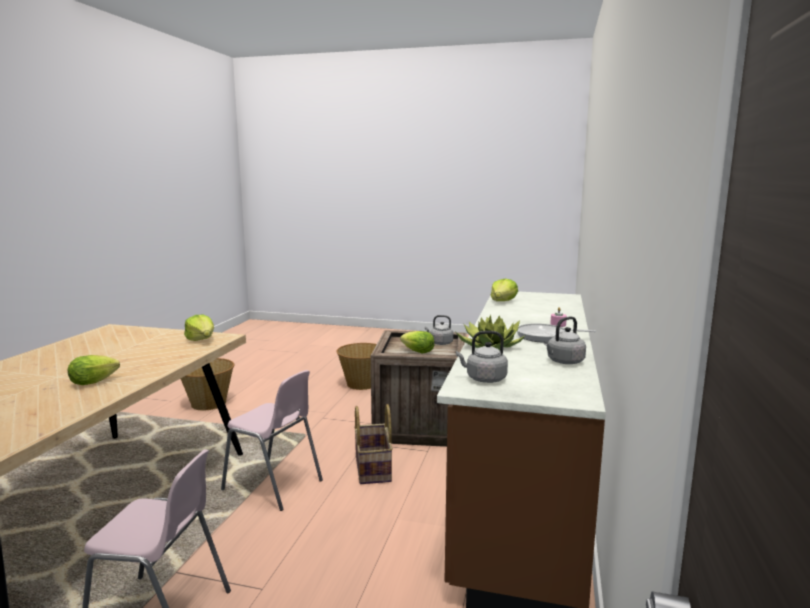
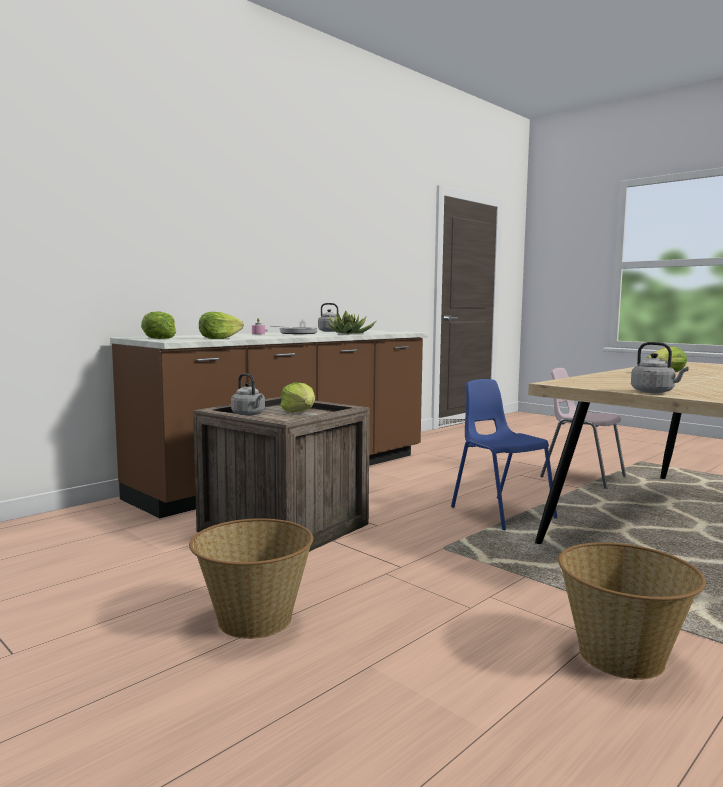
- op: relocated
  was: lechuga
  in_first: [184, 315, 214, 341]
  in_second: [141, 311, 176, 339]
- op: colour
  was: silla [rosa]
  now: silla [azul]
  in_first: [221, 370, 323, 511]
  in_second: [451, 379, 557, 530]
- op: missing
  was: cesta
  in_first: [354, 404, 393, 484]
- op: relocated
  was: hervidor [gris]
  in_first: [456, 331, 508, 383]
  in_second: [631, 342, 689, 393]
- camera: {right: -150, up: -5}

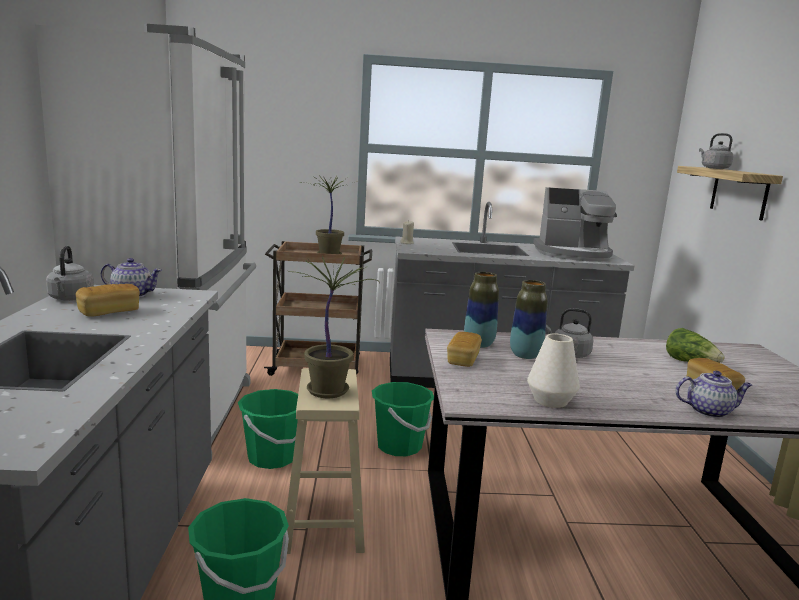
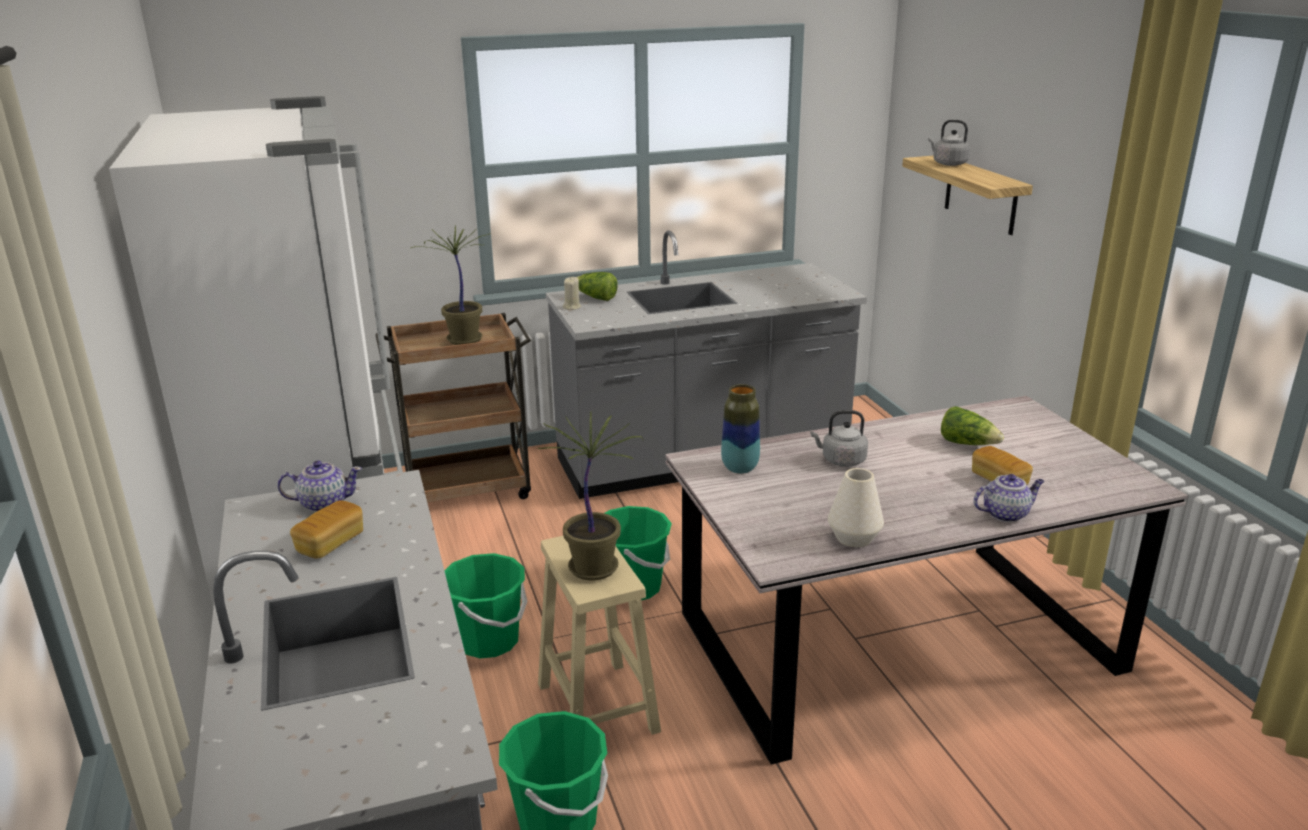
- op: missing
  was: hervidor [gris]
  in_first: [46, 246, 94, 301]
- op: missing
  was: pan
  in_first: [447, 332, 482, 367]
- op: missing
  was: florero
  in_first: [510, 280, 548, 359]
- op: missing
  was: cafetera
  in_first: [533, 187, 617, 262]
- op: appeared
  now: lechuga
  in_second: [576, 272, 618, 301]
- camera: {right: -15, up: 10}

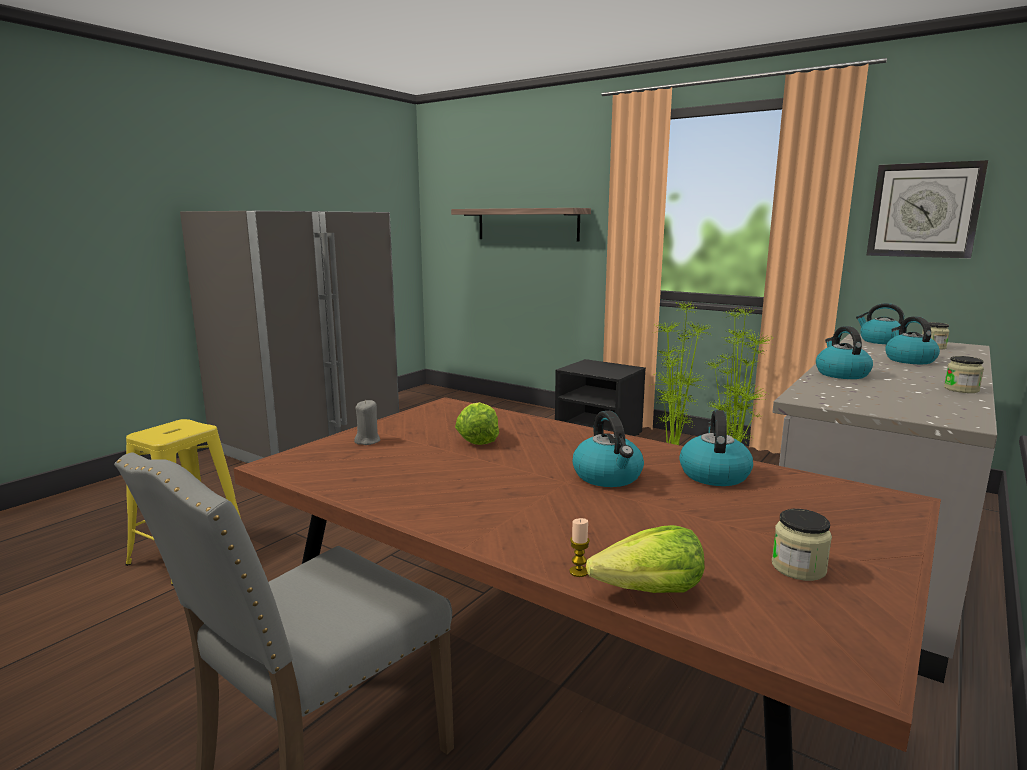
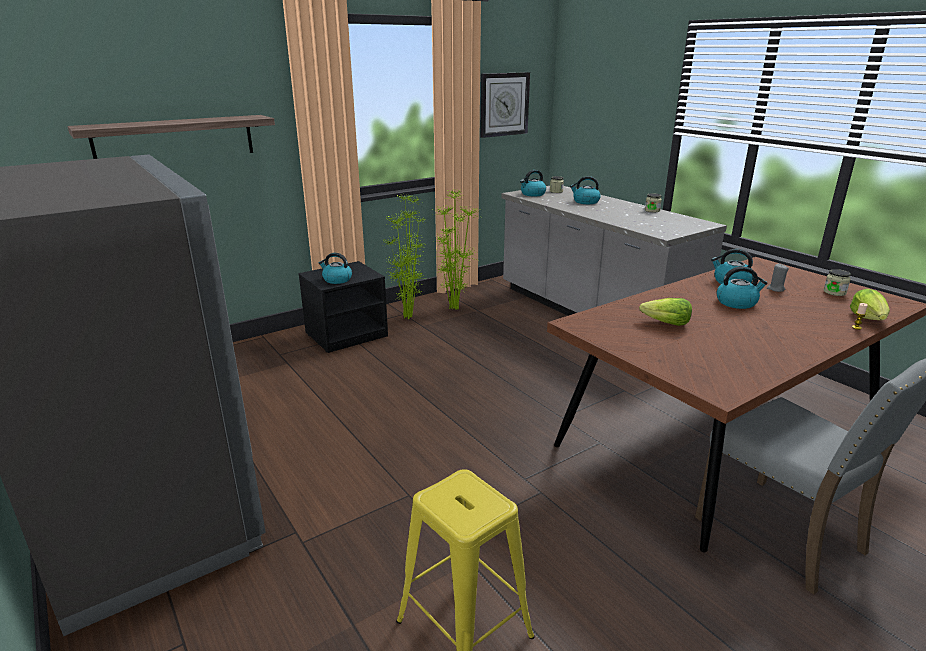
- op: relocated
  was: vela [gris]
  in_first: [354, 400, 380, 445]
  in_second: [767, 264, 789, 292]
- op: relocated
  was: hervidor
  in_first: [816, 326, 873, 379]
  in_second: [319, 253, 352, 284]
- camera: {right: -70, up: 10}

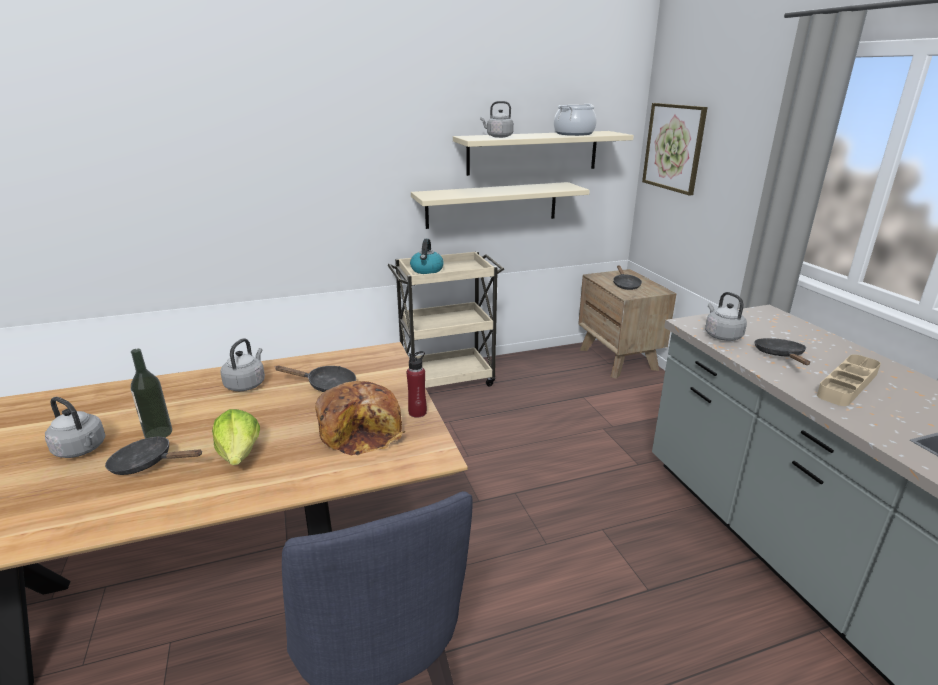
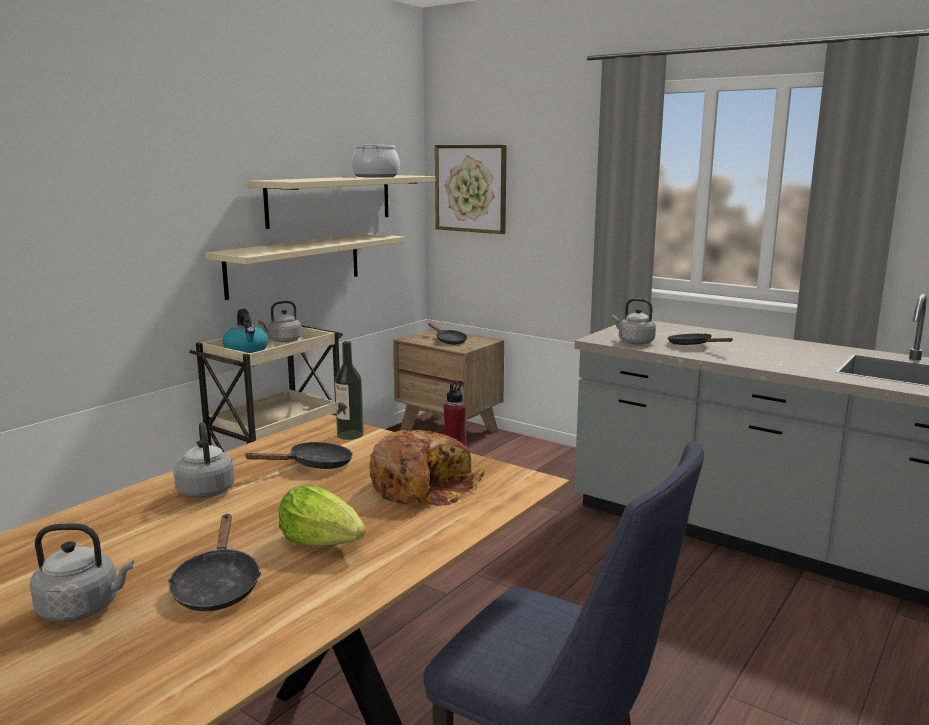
- op: spun
  was: sartén [negro]
  in_first: [105, 436, 202, 475]
  in_second: [168, 514, 261, 611]
  clockwise: -75
- op: relocated
  was: botella
  in_first: [131, 349, 172, 438]
  in_second: [335, 341, 364, 440]
- op: relocated
  was: hervidor [gris]
  in_first: [480, 101, 514, 138]
  in_second: [258, 301, 302, 343]
- op: missing
  was: bandeja [beis]
  in_first: [817, 354, 881, 406]
- camera: {right: -35, up: -10}

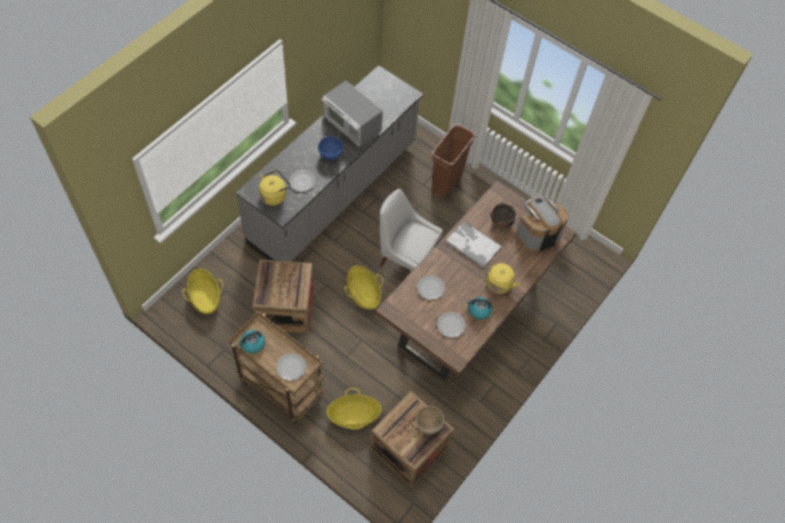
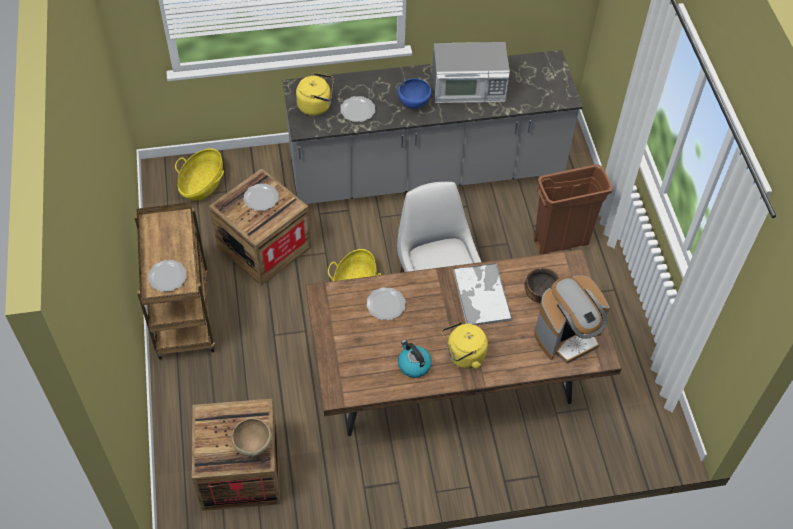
- op: missing
  was: hervidor
  in_first: [237, 330, 265, 353]
- op: spun
  was: microondas
  in_first: [322, 80, 383, 147]
  in_second: [432, 42, 510, 103]
  clockwise: -90
- op: missing
  was: cesta
  in_first: [326, 388, 382, 429]
- op: relocated
  was: plato
  in_first: [437, 312, 466, 338]
  in_second: [243, 184, 279, 211]
- op: spun
  was: cafetera
  in_first: [515, 196, 569, 253]
  in_second: [534, 275, 610, 364]
  clockwise: 135
- camera: {right: 45, up: -5}

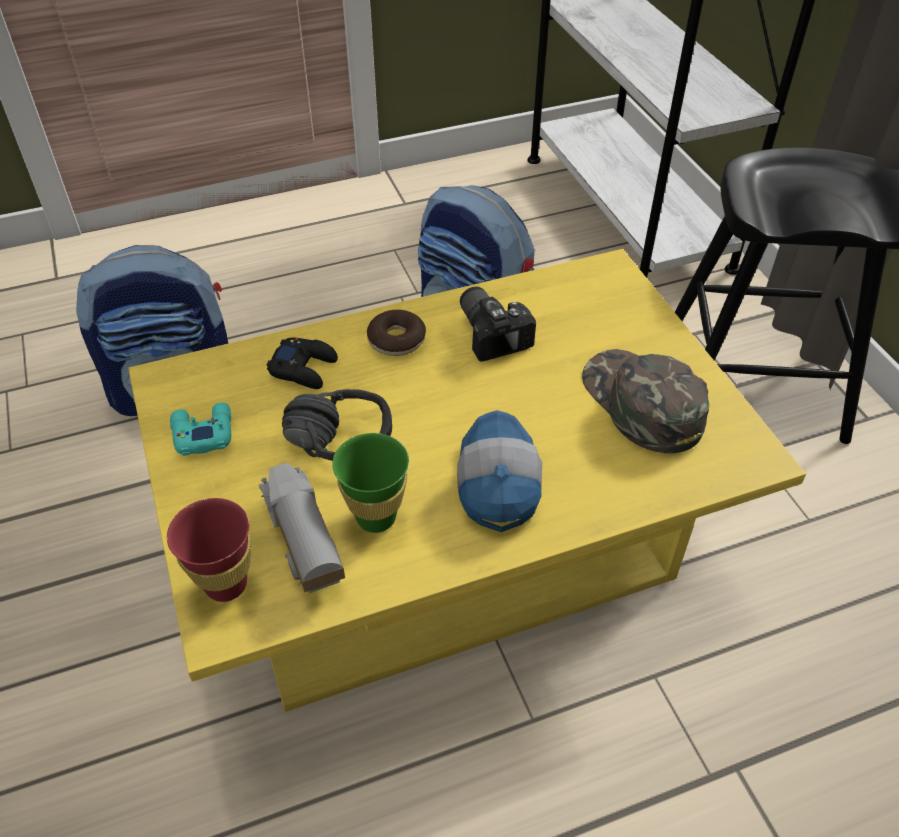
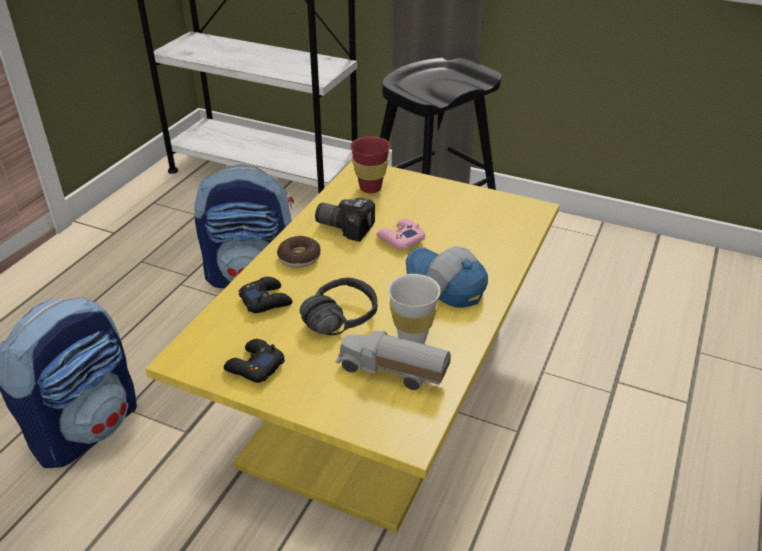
- op: relocated
  was: taza [rojo]
  in_first: [167, 498, 251, 602]
  in_second: [350, 136, 390, 193]
- op: colour
  was: mando de consola [turquesa]
  now: mando de consola [negro]
  in_first: [170, 403, 231, 456]
  in_second: [224, 339, 285, 383]
- op: colour
  was: taza [verde]
  now: taza [blanco]
  in_first: [332, 433, 409, 533]
  in_second: [388, 274, 441, 344]
- op: missing
  was: gorra [verde]
  in_first: [582, 349, 710, 453]
- op: appeared
  now: mando de consola [rosa]
  in_second: [377, 219, 425, 250]
- camera: {right: -45, up: -10}

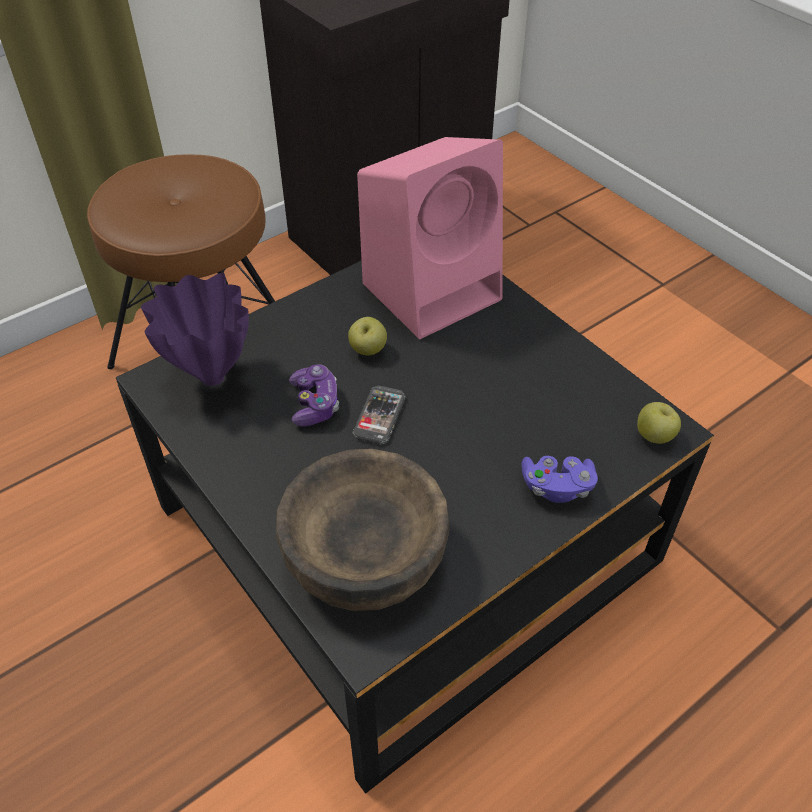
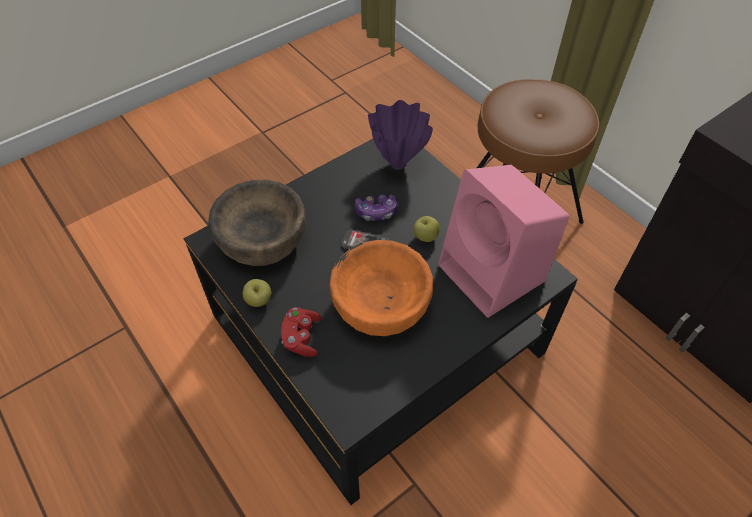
- op: colour
  was: mando de consola [morado]
  now: mando de consola [rojo]
  in_first: [522, 456, 598, 503]
  in_second: [281, 307, 321, 357]
- op: relocated
  was: manzana
  in_first: [637, 402, 681, 444]
  in_second: [243, 279, 271, 307]
- op: appeared
  now: cuenco [naranja]
  in_second: [329, 240, 433, 336]
- camera: {right: 90, up: 5}

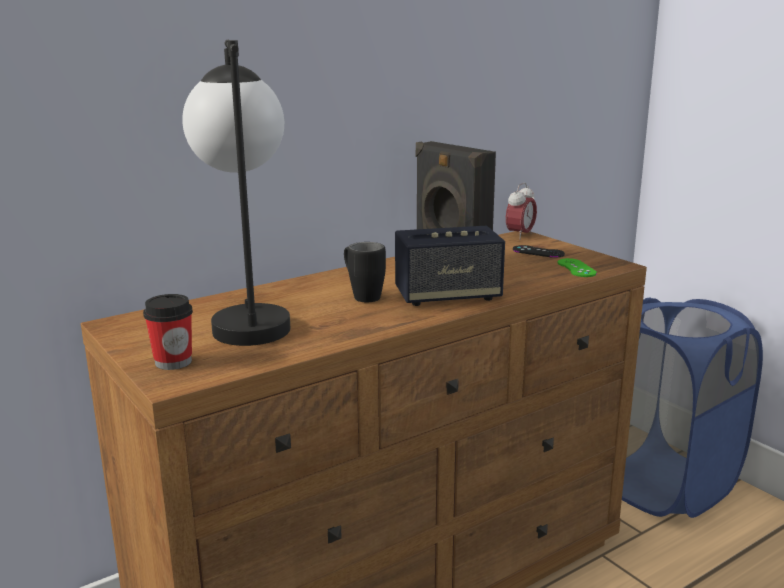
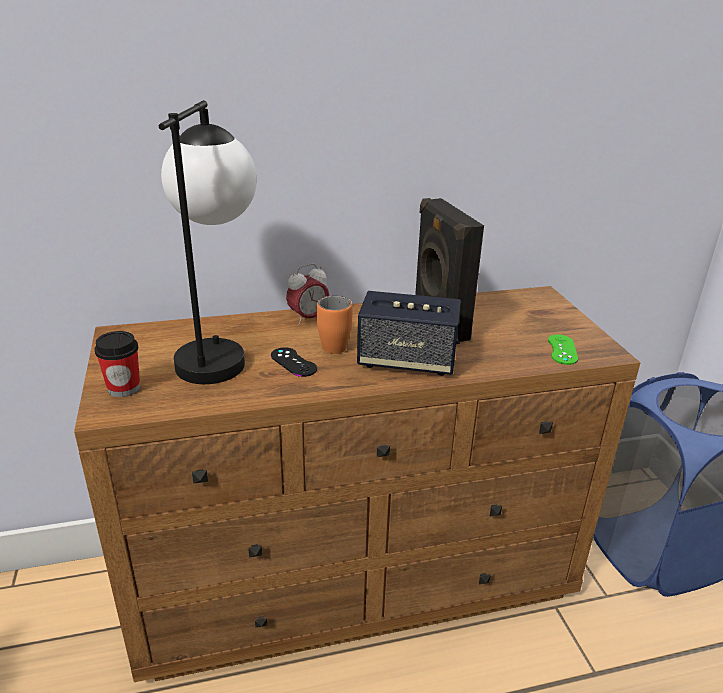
- op: colour
  was: taza grande [negro]
  now: taza grande [naranja]
  in_first: [344, 242, 386, 302]
  in_second: [317, 296, 353, 354]
- op: relocated
  was: despertador
  in_first: [506, 183, 537, 240]
  in_second: [286, 264, 329, 325]
- op: relocated
  was: mando de consola [negro]
  in_first: [513, 245, 565, 258]
  in_second: [271, 347, 317, 377]
- camera: {right: 20, up: 10}

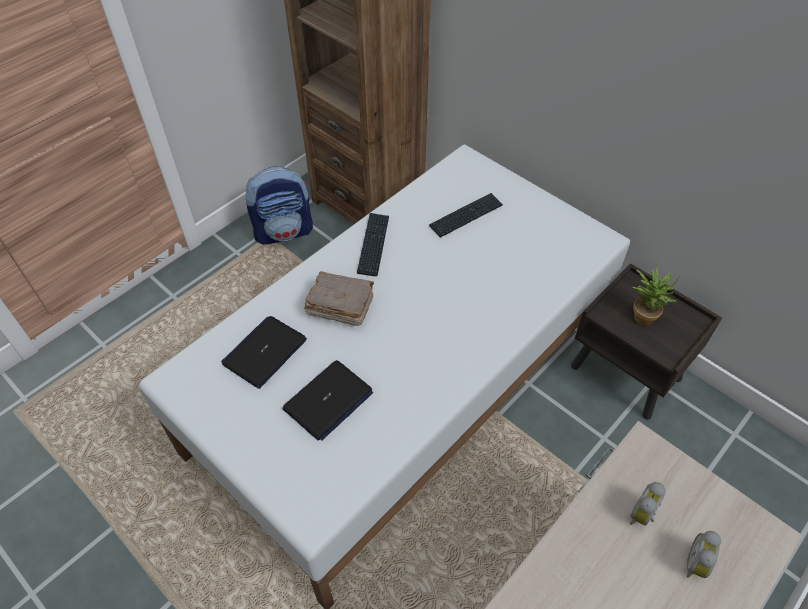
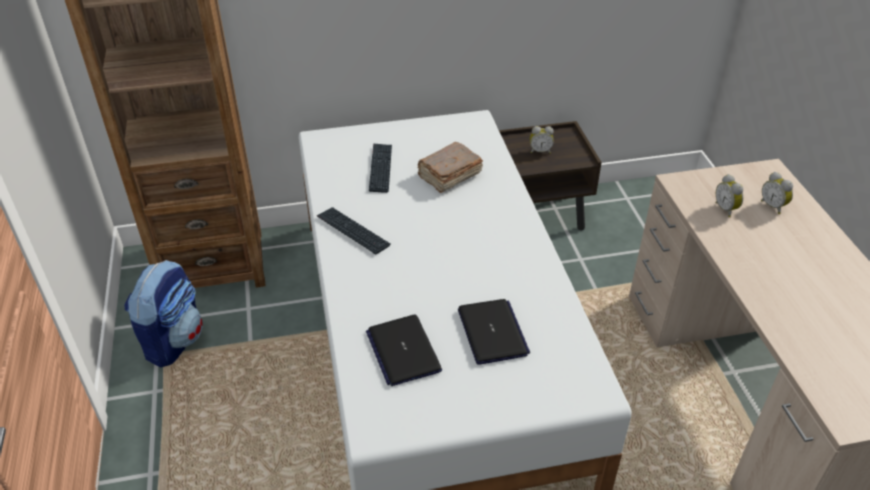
- op: relocated
  was: libro [marrón]
  in_first: [304, 271, 374, 326]
  in_second: [417, 142, 483, 193]
- op: exchanged
  was: planta en maceta
  now: despertador
  in_first: [633, 265, 679, 325]
  in_second: [530, 126, 554, 154]
- camera: {right: -55, up: -10}

